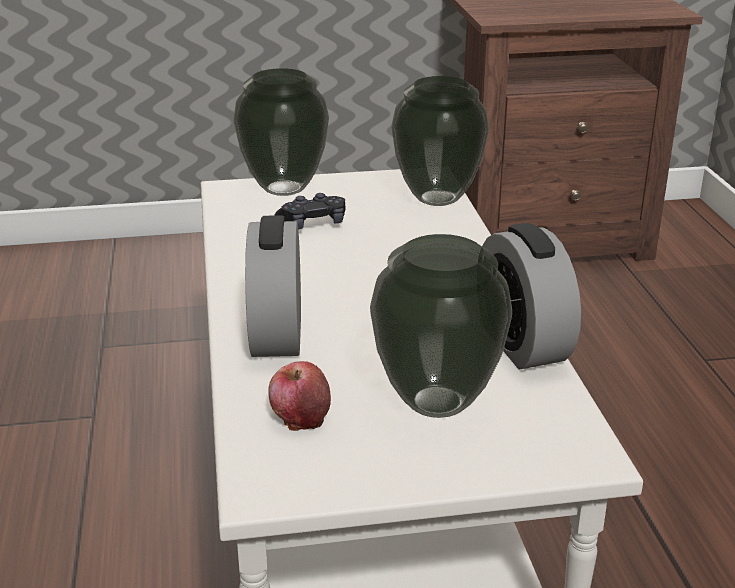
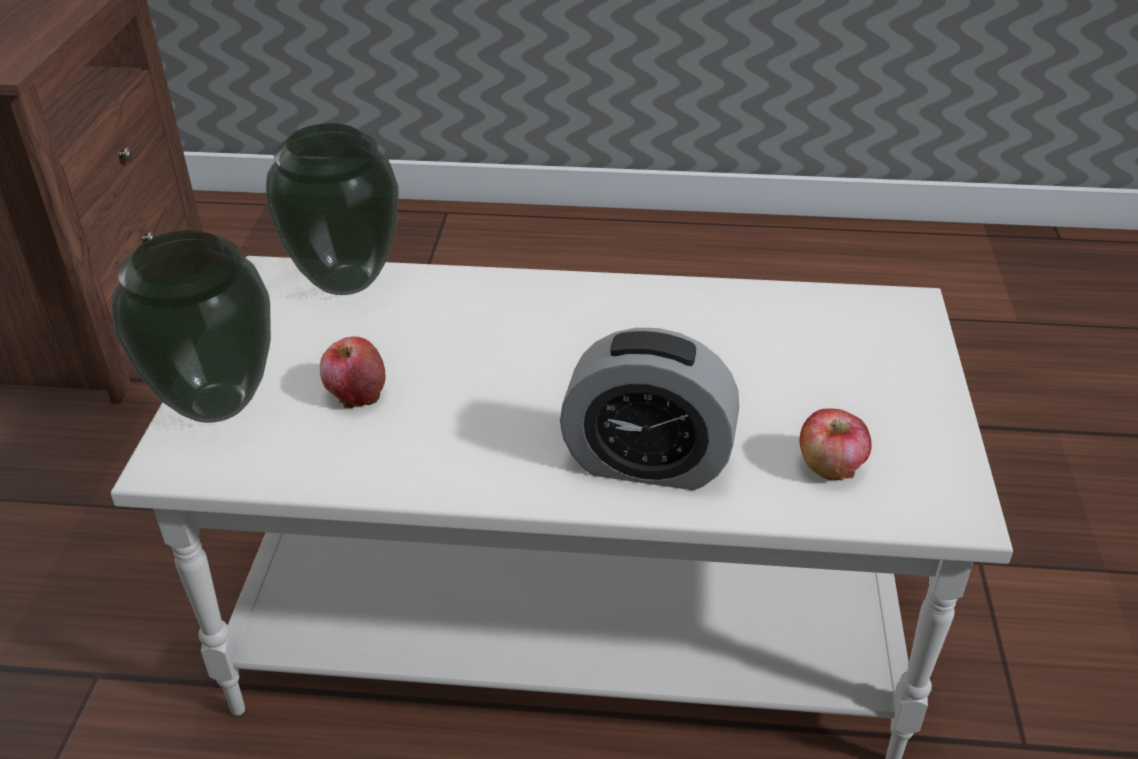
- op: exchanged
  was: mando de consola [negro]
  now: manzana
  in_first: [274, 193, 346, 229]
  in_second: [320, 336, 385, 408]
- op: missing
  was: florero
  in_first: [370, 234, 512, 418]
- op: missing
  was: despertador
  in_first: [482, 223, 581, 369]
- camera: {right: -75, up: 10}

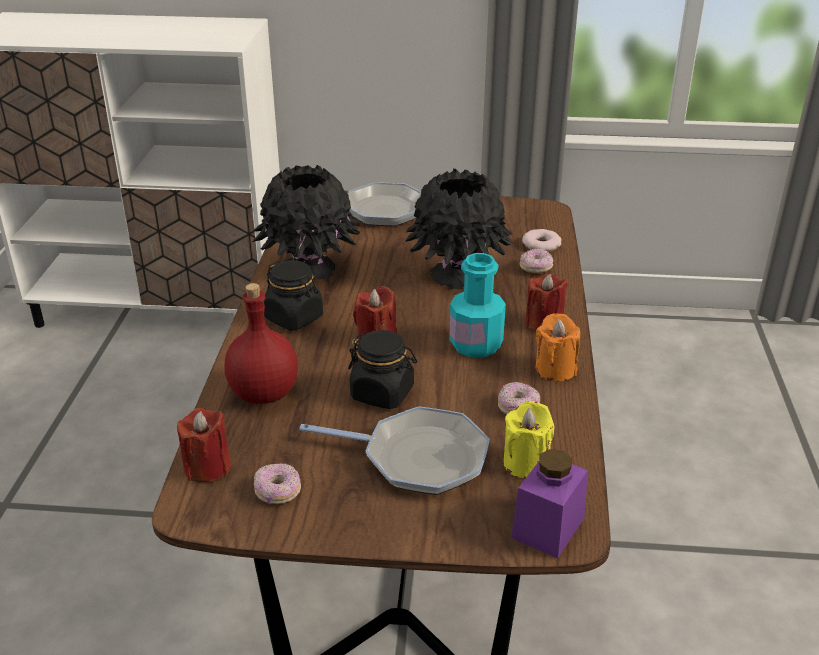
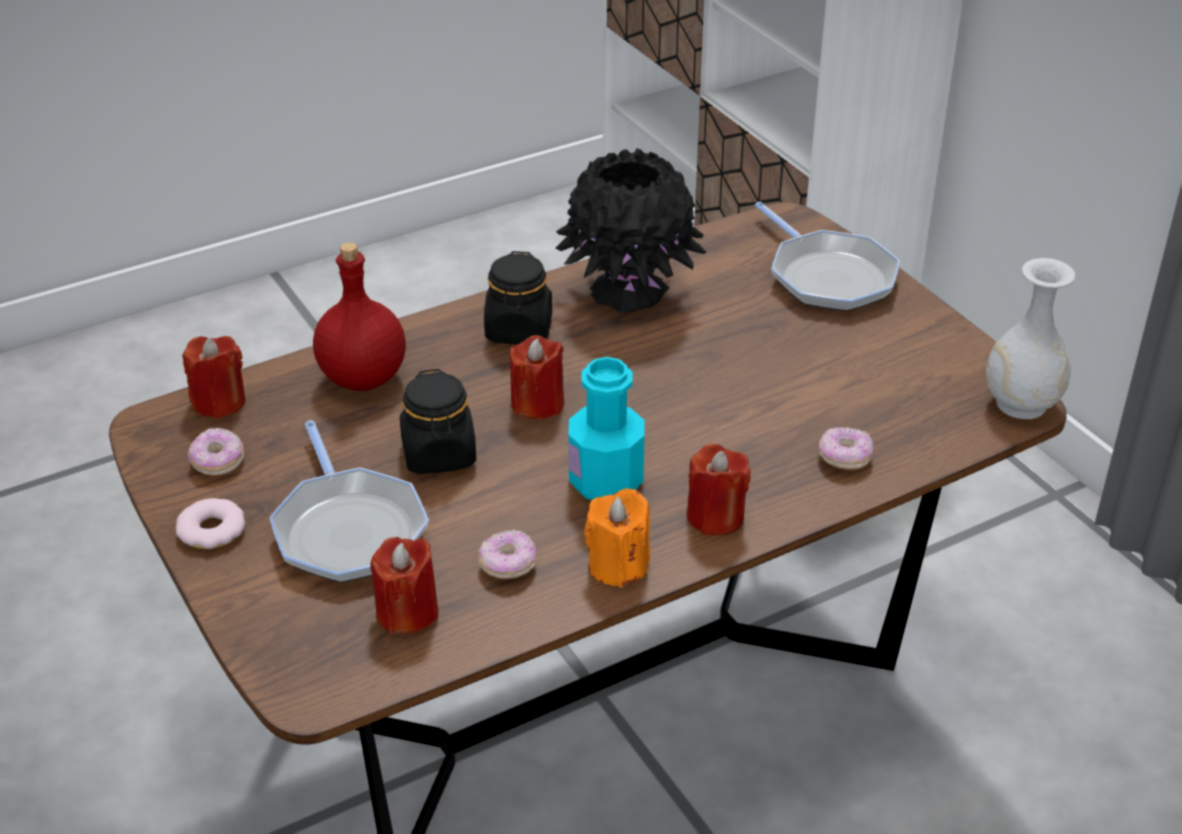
- op: missing
  was: florero [negro]
  in_first: [405, 169, 513, 290]
- op: colour
  was: vela [amarillo]
  now: vela [rojo]
  in_first: [503, 401, 554, 479]
  in_second: [370, 537, 438, 634]
- op: missing
  was: tarro [morado]
  in_first: [511, 449, 588, 558]
- op: relocated
  was: rosquilla
  in_first: [522, 229, 561, 252]
  in_second: [176, 498, 245, 549]
- op: appeared
  now: florero [blanco]
  in_second: [986, 258, 1075, 419]
- camera: {right: 55, up: 5}

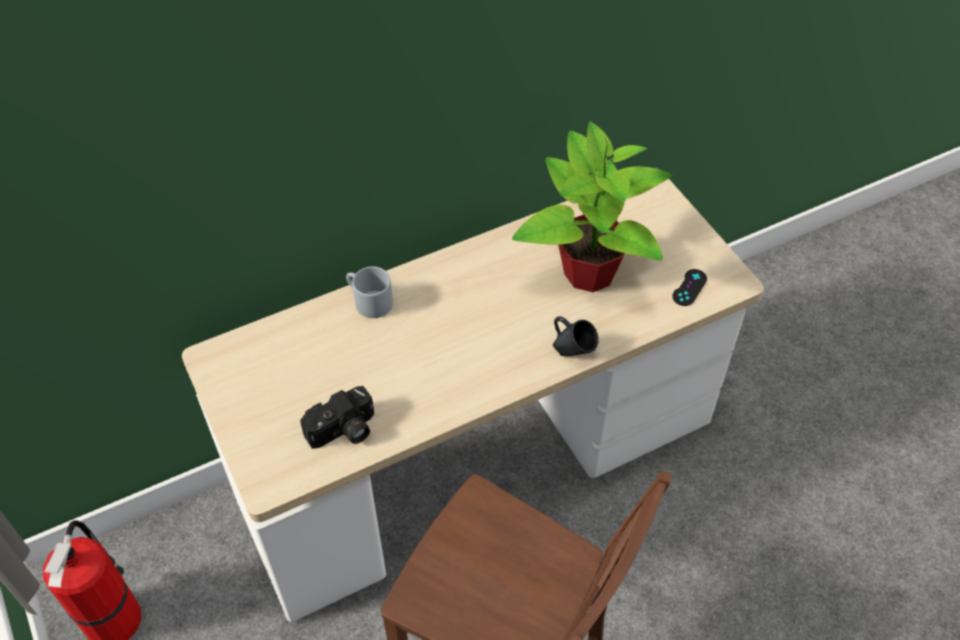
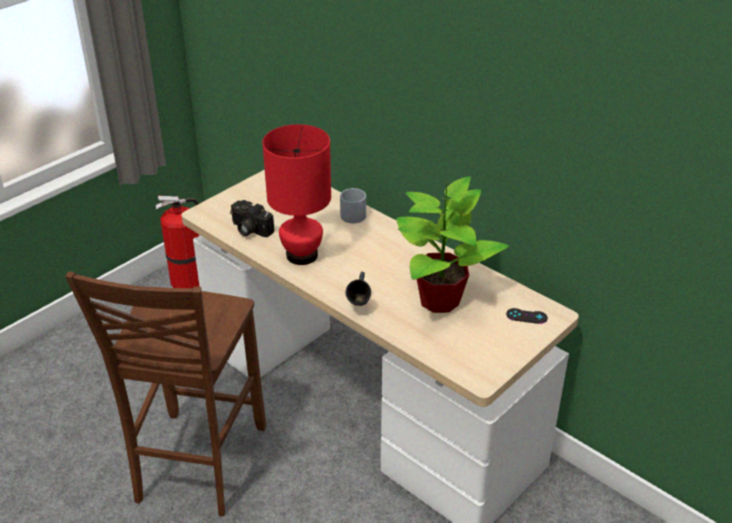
- op: relocated
  was: mando de consola [negro]
  in_first: [672, 269, 707, 306]
  in_second: [506, 308, 548, 324]
- op: appeared
  now: lámpara de mesa [rojo]
  in_second: [262, 124, 331, 265]
- camera: {right: 70, up: -15}

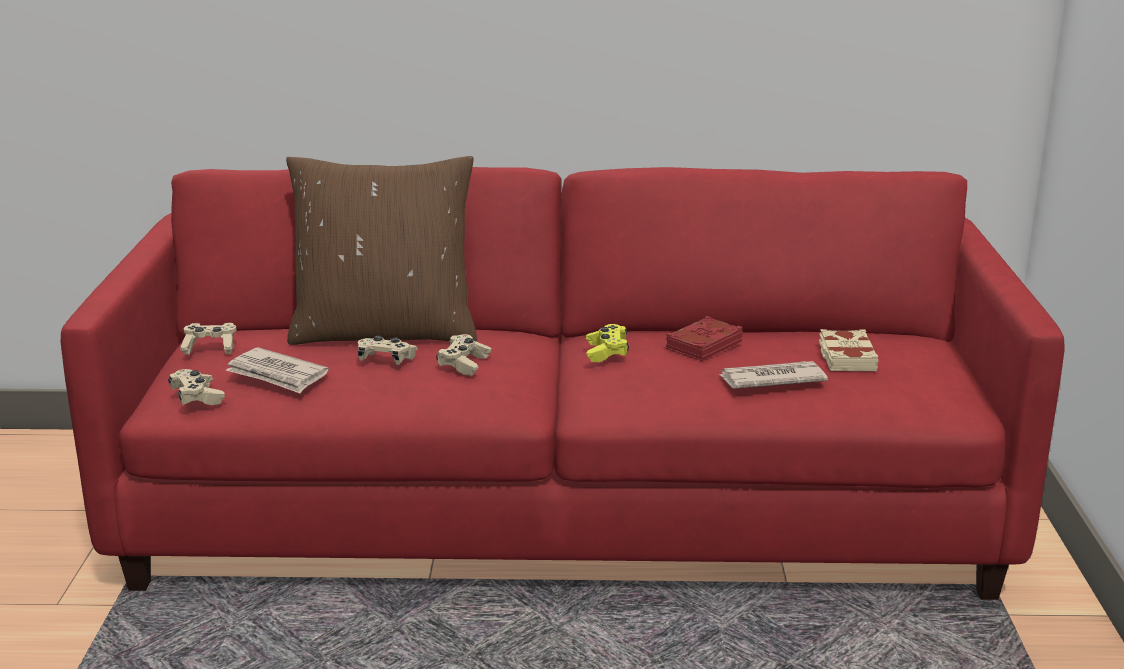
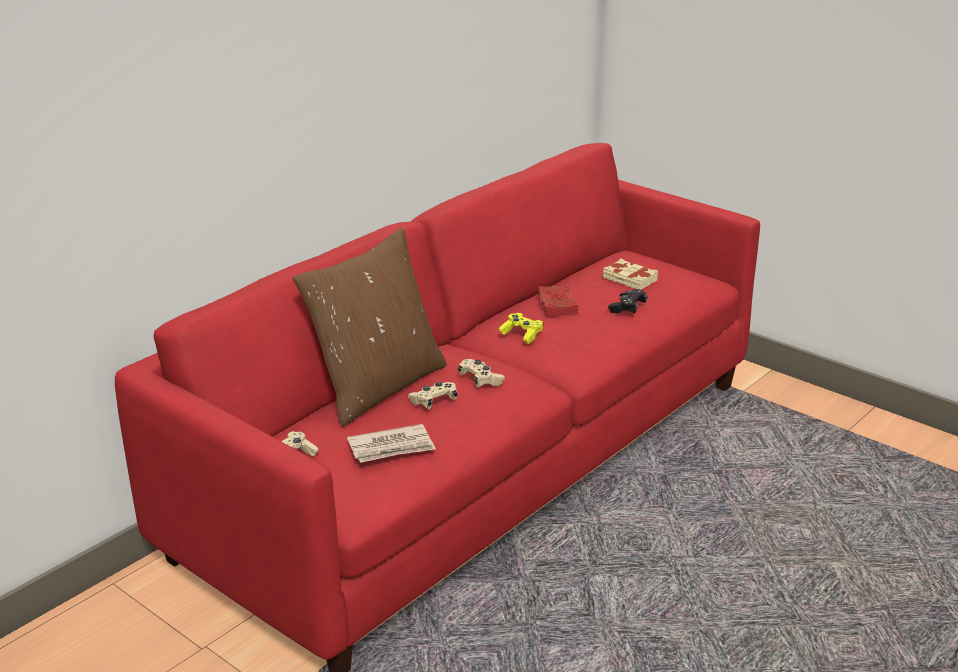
- op: missing
  was: mando de consola [beis]
  in_first: [168, 369, 225, 406]
- op: exchanged
  was: periódico
  now: mando de consola [negro]
  in_first: [719, 361, 828, 389]
  in_second: [608, 289, 648, 314]
- camera: {right: -50, up: 5}

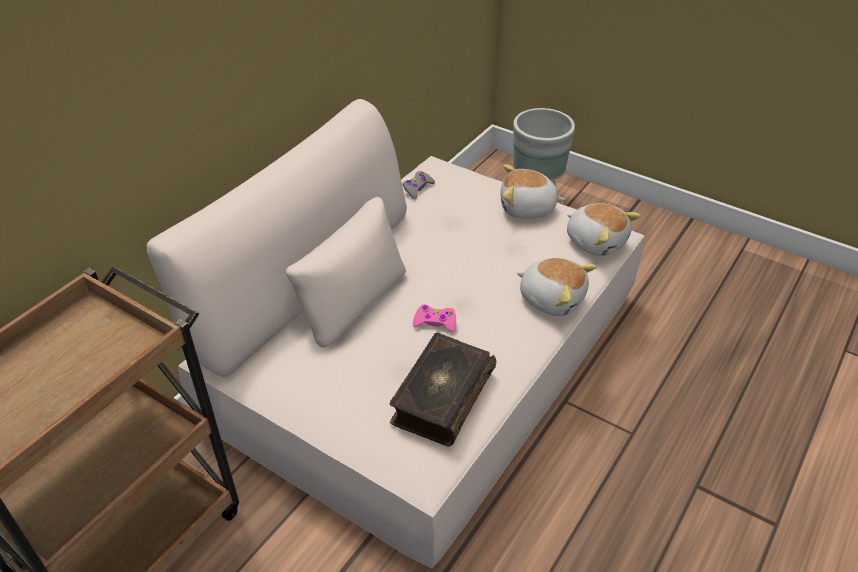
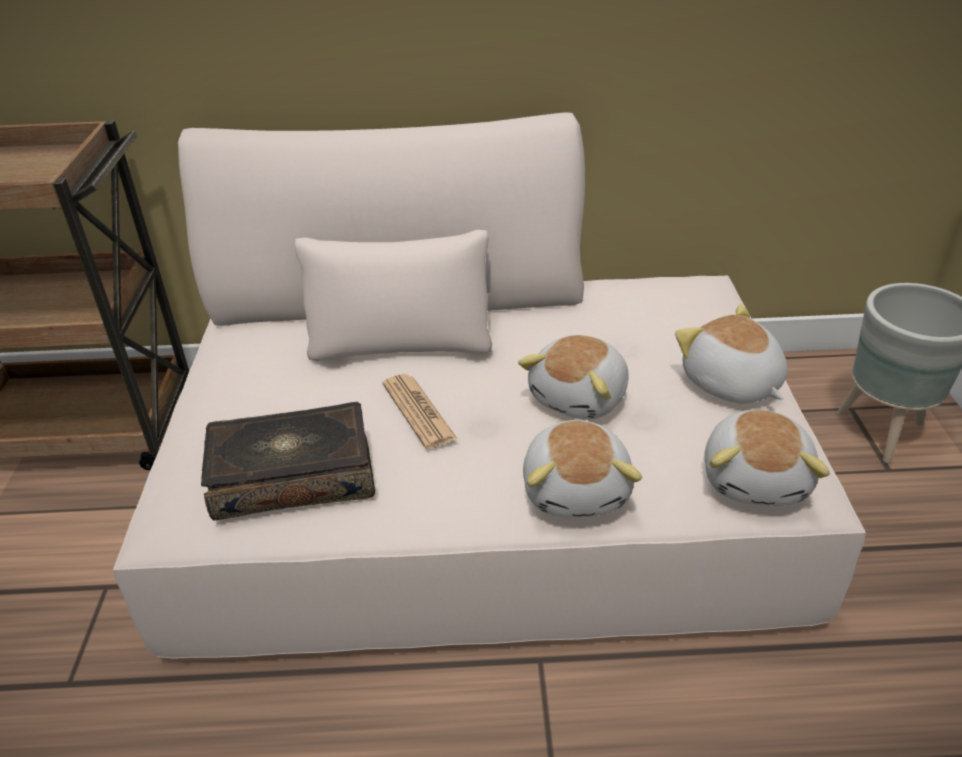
- op: missing
  was: mando de consola [gris]
  in_first: [403, 171, 435, 199]
- op: exchanged
  was: mando de consola [rosa]
  now: periódico
  in_first: [413, 305, 456, 332]
  in_second: [382, 374, 457, 449]
- op: appeared
  now: peluche
  in_second: [518, 335, 628, 420]
- camera: {right: 55, up: -5}

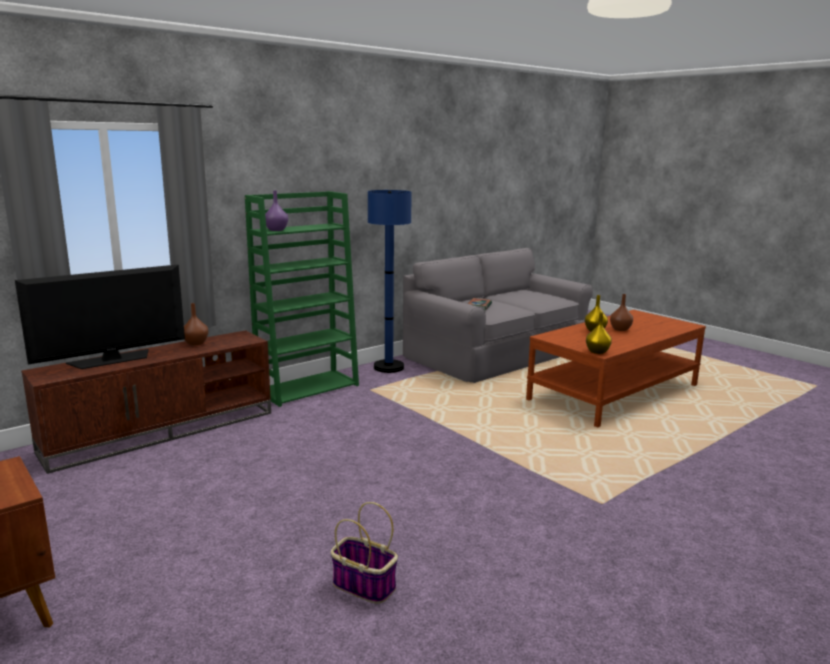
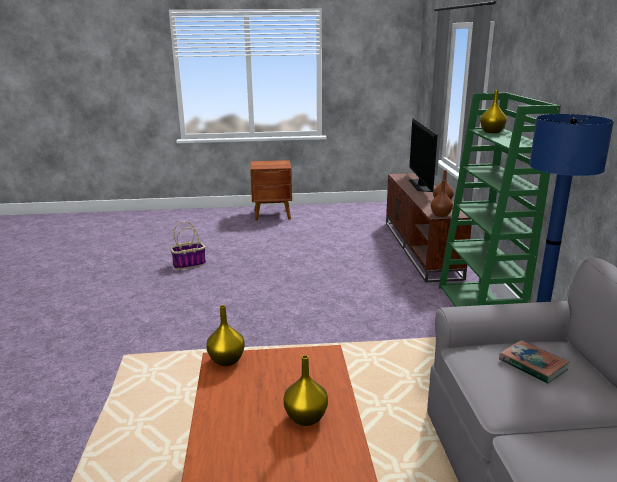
- op: colour
  was: florero [morado]
  now: florero [amarillo]
  in_first: [265, 191, 288, 231]
  in_second: [480, 90, 507, 133]
- op: relocated
  was: florero [marrón]
  in_first: [610, 294, 633, 331]
  in_second: [431, 181, 453, 217]
- camera: {right: 125, up: 5}

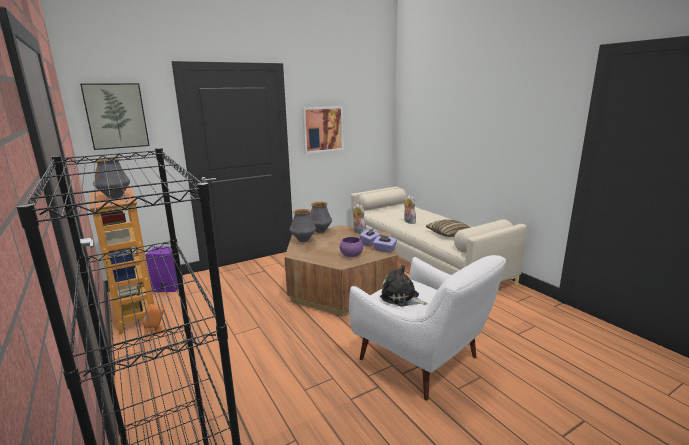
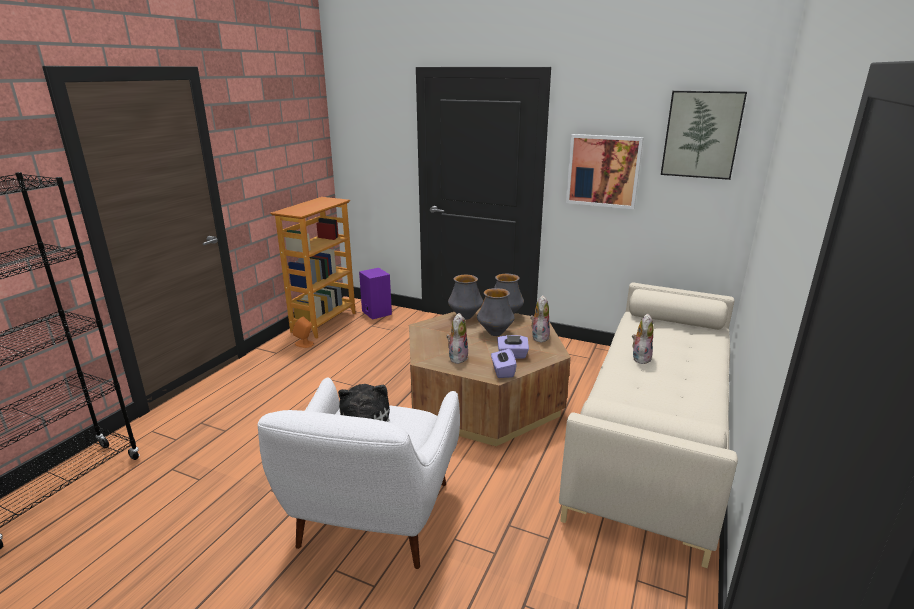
- op: relocated
  was: cuadro
  in_first: [80, 83, 150, 150]
  in_second: [661, 91, 747, 180]
- op: relocated
  was: florero
  in_first: [93, 158, 130, 199]
  in_second: [477, 288, 515, 336]
- op: exchanged
  was: cuenco [morado]
  now: peluche
  in_first: [340, 237, 363, 257]
  in_second: [447, 313, 468, 364]
- op: missing
  was: cojín
  in_first: [426, 219, 471, 237]
- camera: {right: 55, up: 5}

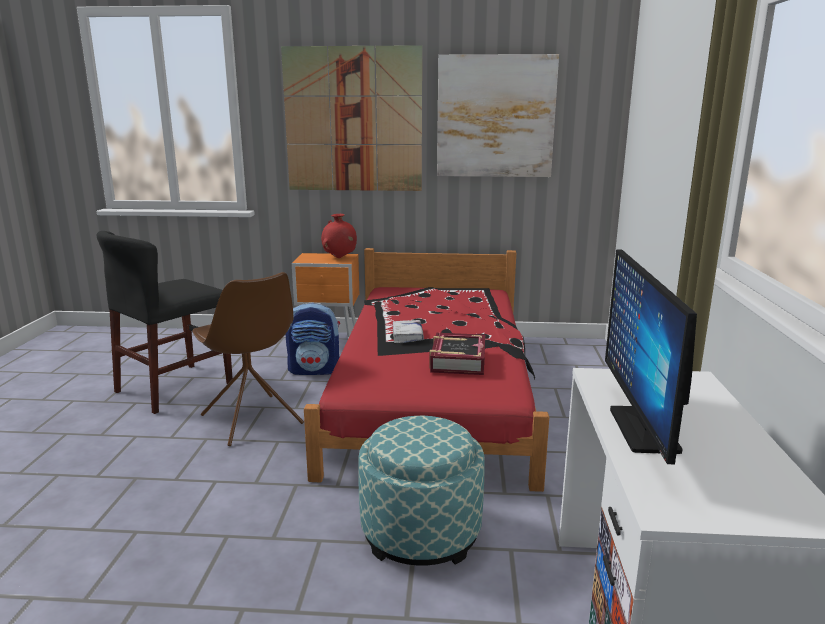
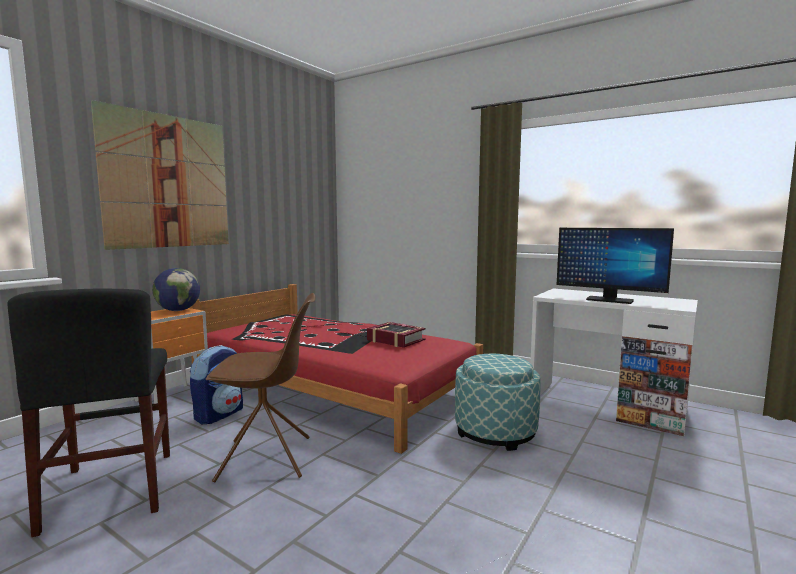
- op: exchanged
  was: florero [rojo]
  now: globo terráqueo
  in_first: [321, 214, 357, 258]
  in_second: [152, 268, 200, 311]
- op: missing
  was: libro [blanco]
  in_first: [393, 320, 424, 343]
- op: missing
  was: cuadro
  in_first: [437, 54, 559, 177]
- camera: {right: -60, up: -10}

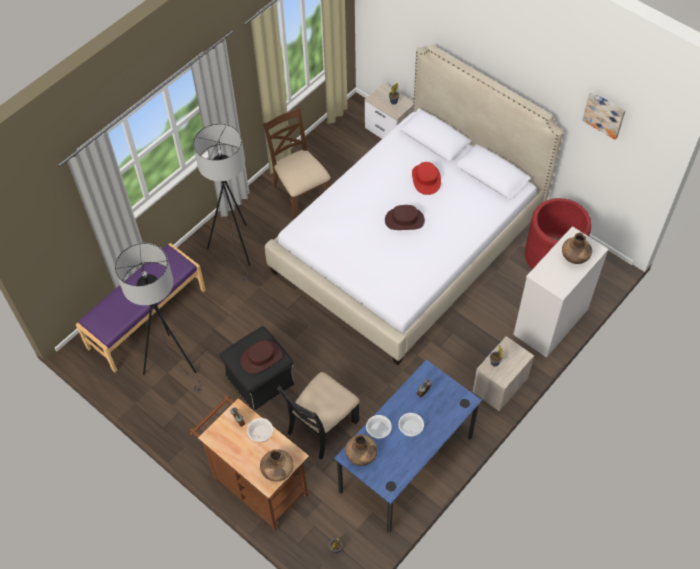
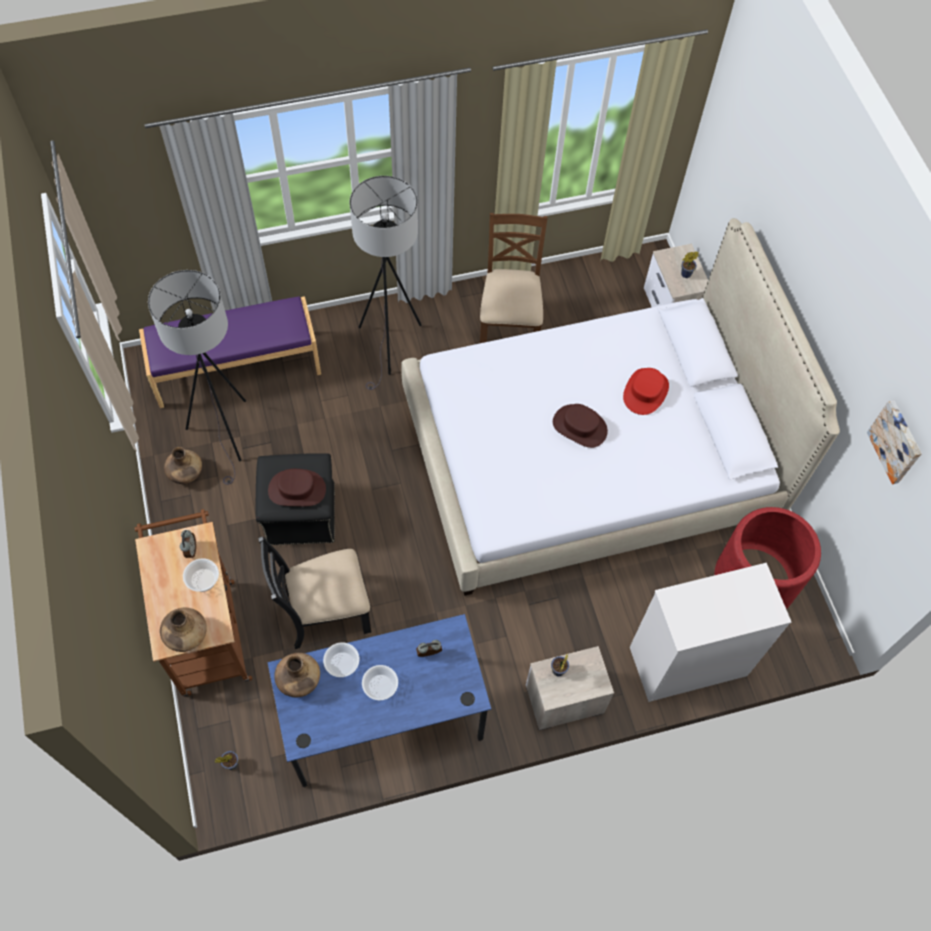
- op: relocated
  was: florero [marrón]
  in_first: [562, 233, 592, 264]
  in_second: [164, 447, 202, 484]
- camera: {right: 30, up: 5}

